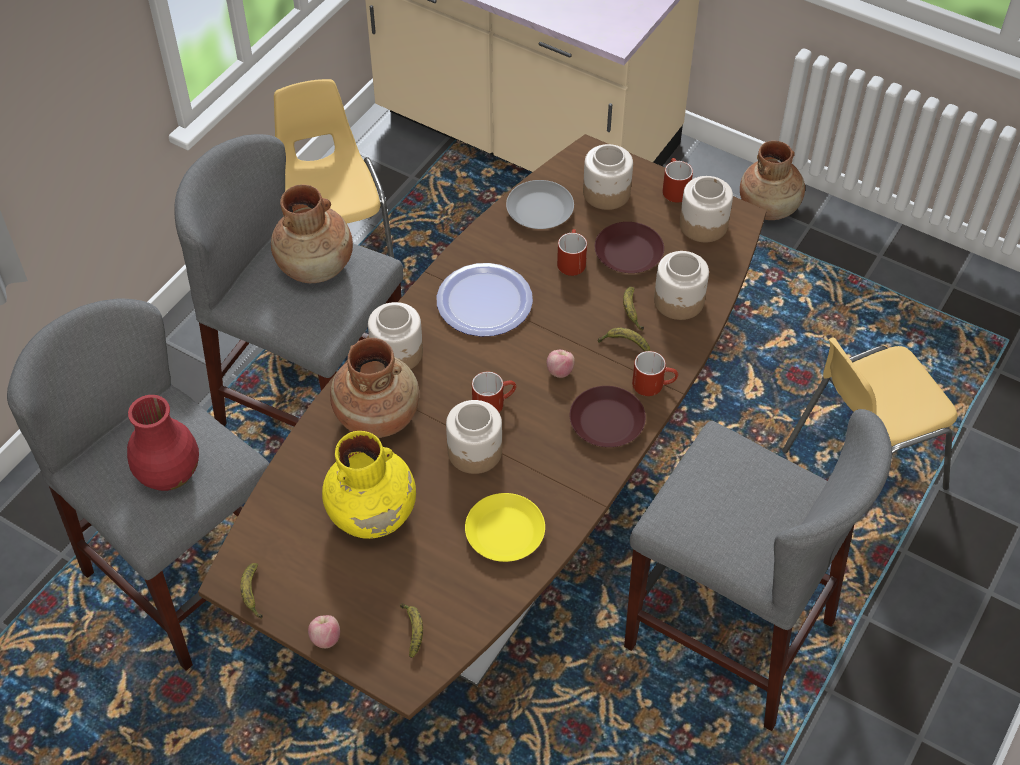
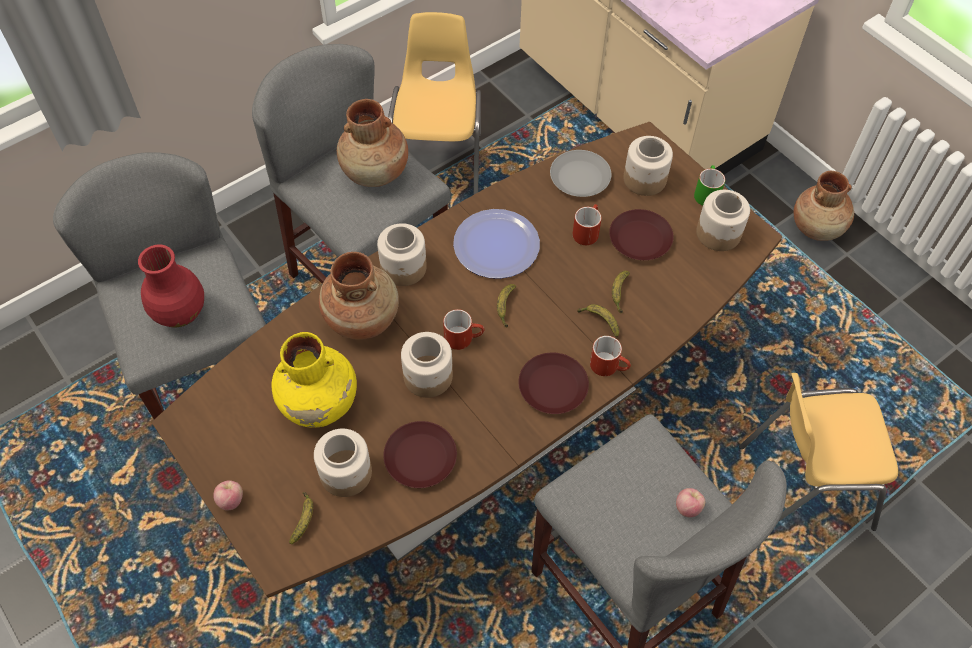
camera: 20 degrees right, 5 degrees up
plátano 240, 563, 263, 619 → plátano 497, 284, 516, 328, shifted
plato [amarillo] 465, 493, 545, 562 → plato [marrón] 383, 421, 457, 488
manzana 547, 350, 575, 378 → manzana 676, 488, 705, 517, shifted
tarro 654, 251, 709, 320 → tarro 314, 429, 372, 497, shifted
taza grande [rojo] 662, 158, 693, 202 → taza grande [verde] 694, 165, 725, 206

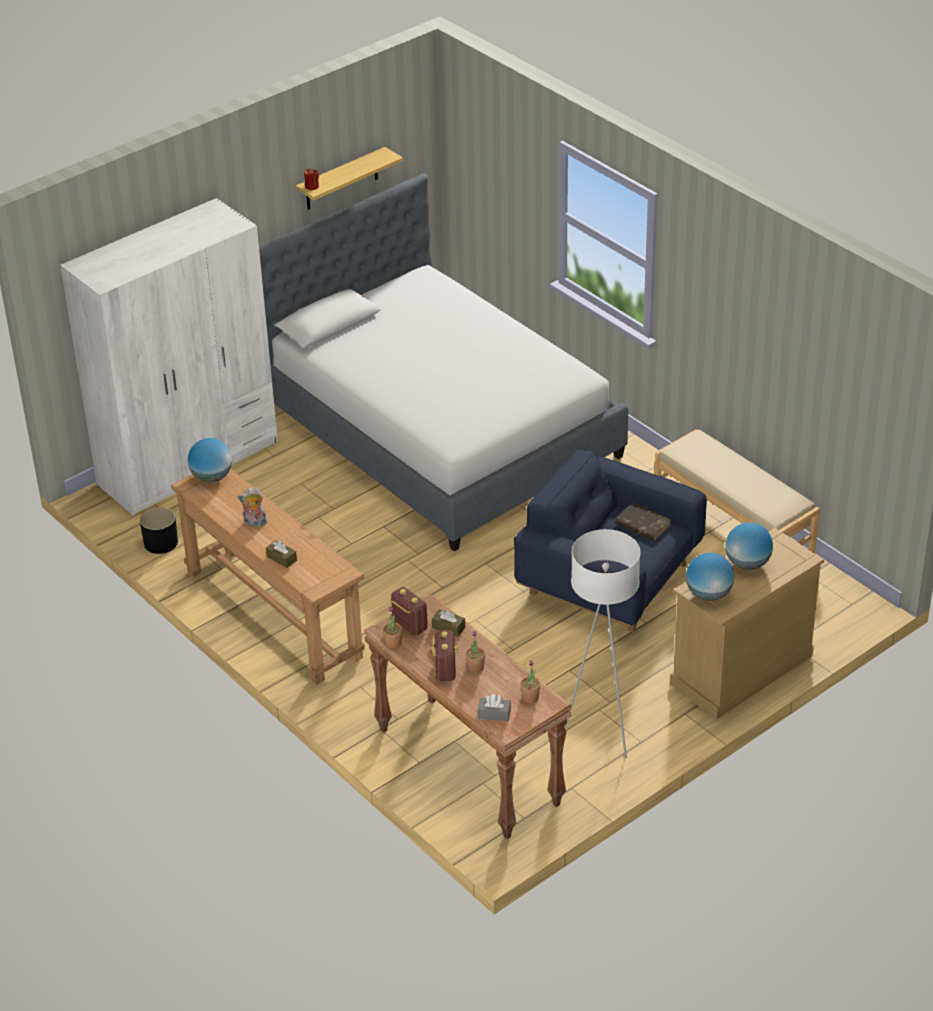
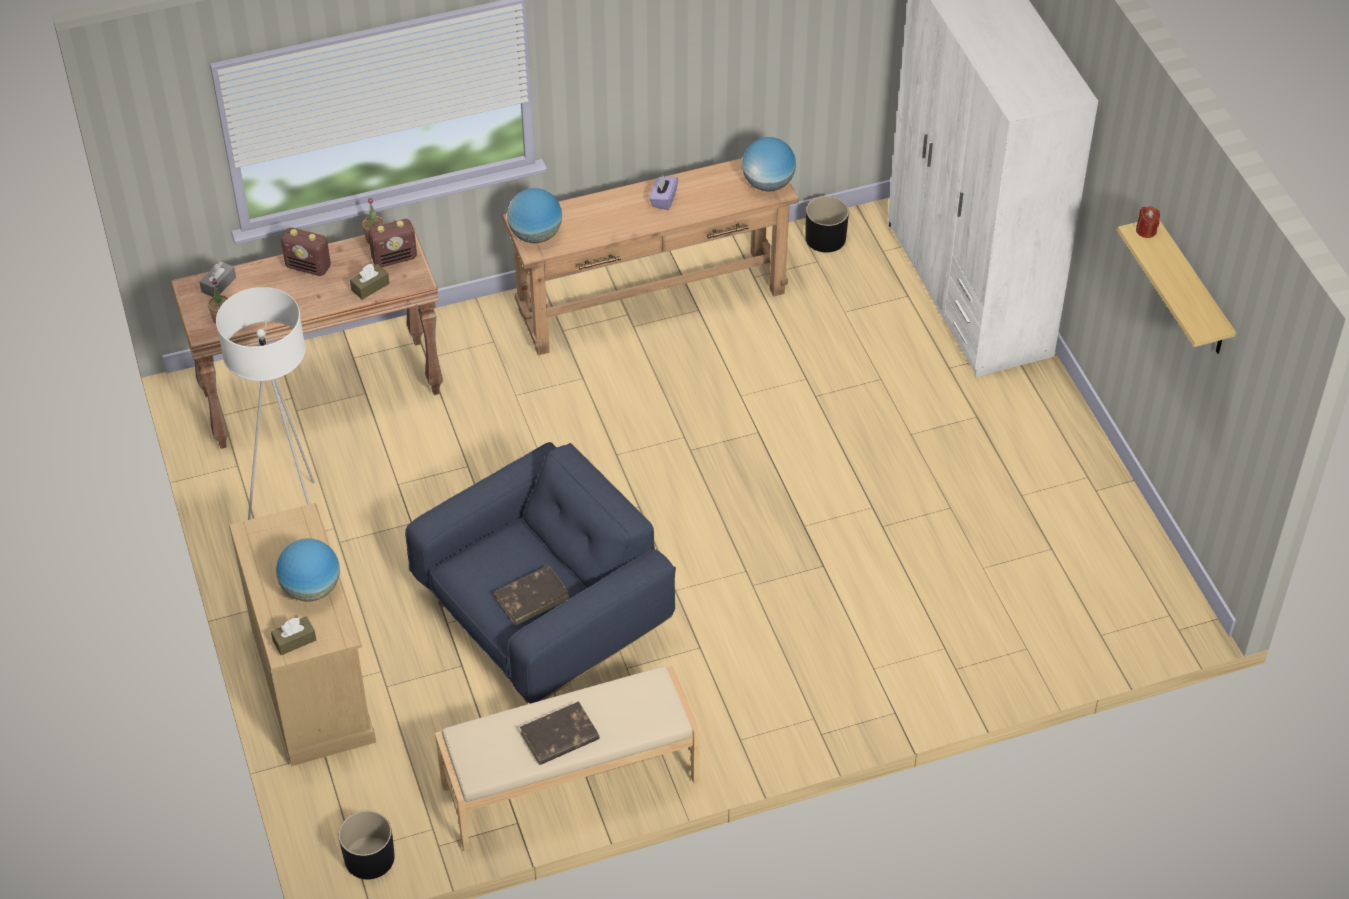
camera: 110 degrees right, 10 degrees up
peluche 237, 488, 267, 527 → caja de pañuelos [morado] 650, 175, 678, 210
cama 259, 173, 628, 551 → -
caja de pañuelos [marrón] 266, 540, 297, 568 → caja de pañuelos [marrón] 271, 616, 316, 655, shifted
planta en maceta 465, 631, 485, 673 → -
globo terráqueo 686, 553, 734, 601 → globo terráqueo 507, 188, 562, 244, shifted
- → maceta [negro] 339, 810, 395, 880
- → libro [marrón] 520, 701, 600, 765

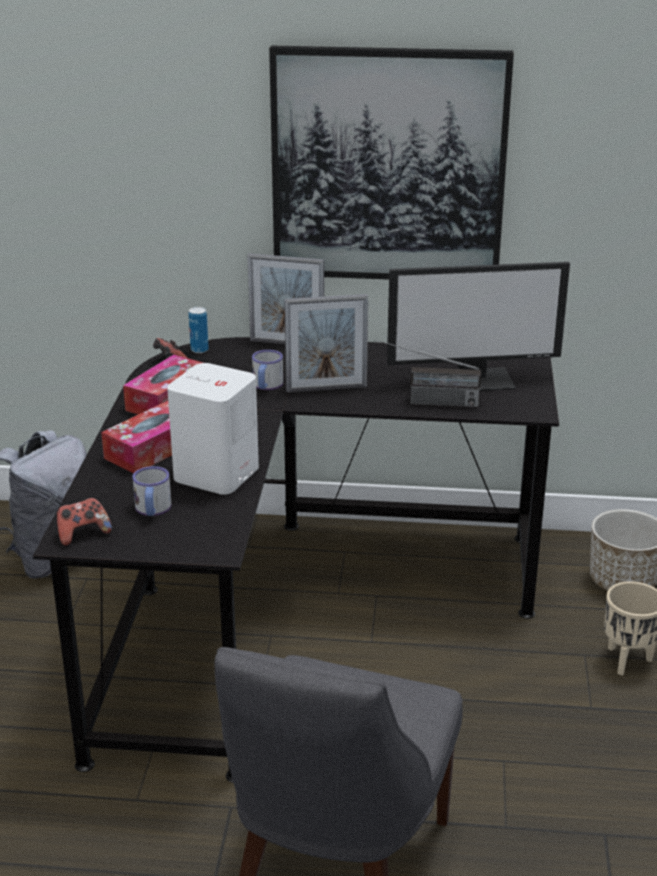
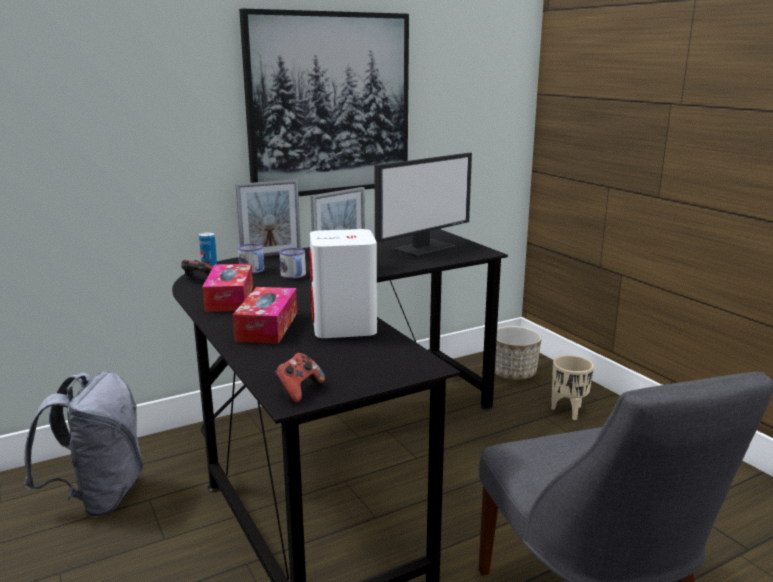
camera: 35 degrees left, 10 degrees down
taza grande 132, 466, 171, 516 → taza grande 238, 244, 264, 274, shifted
radio 375, 339, 481, 408 → -

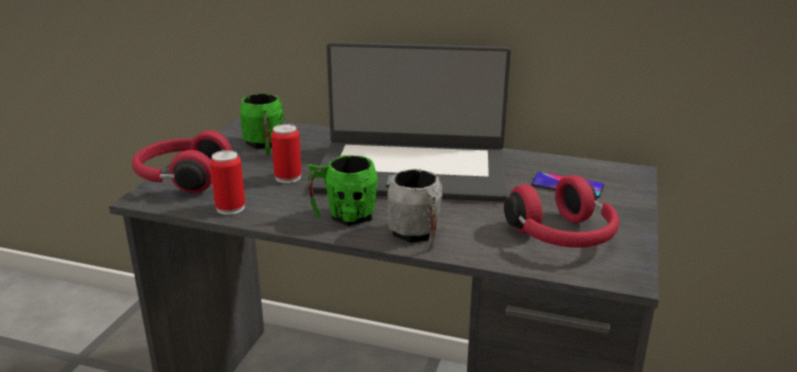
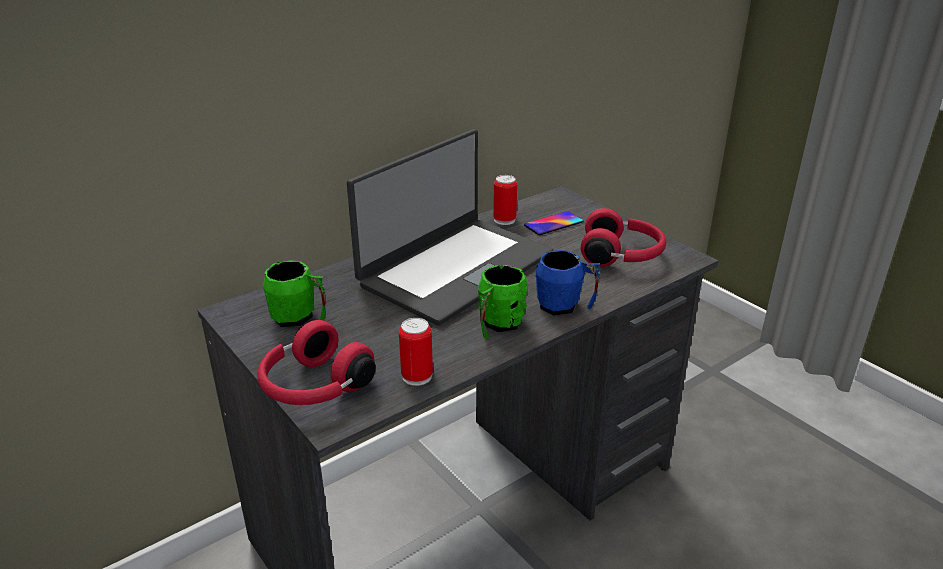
camera: 55 degrees left, 5 degrees up
lata 271, 124, 302, 183 → lata 493, 175, 517, 225, shifted
taza grande [gris] 387, 169, 443, 250 → taza grande [azul] 536, 250, 600, 315

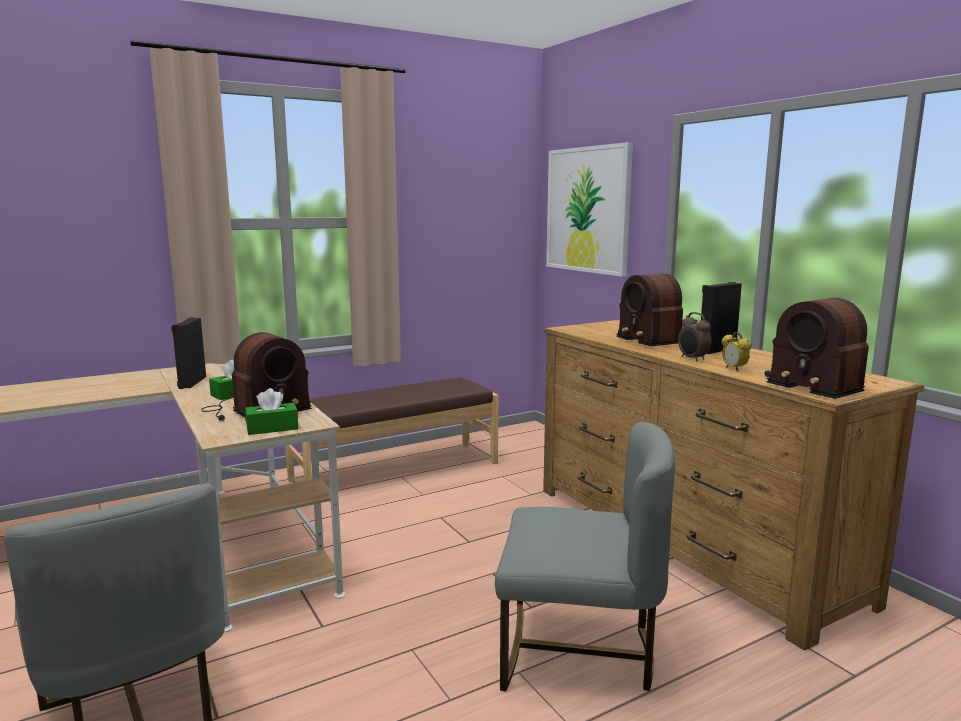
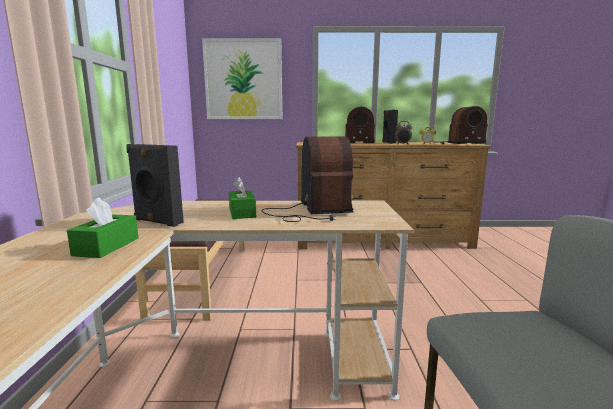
camera: 60 degrees left, 0 degrees up
caja de pañuelos [verde] 245, 388, 299, 435 → caja de pañuelos [verde] 67, 198, 138, 258, shifted
silla [gris] 495, 422, 675, 692 → -

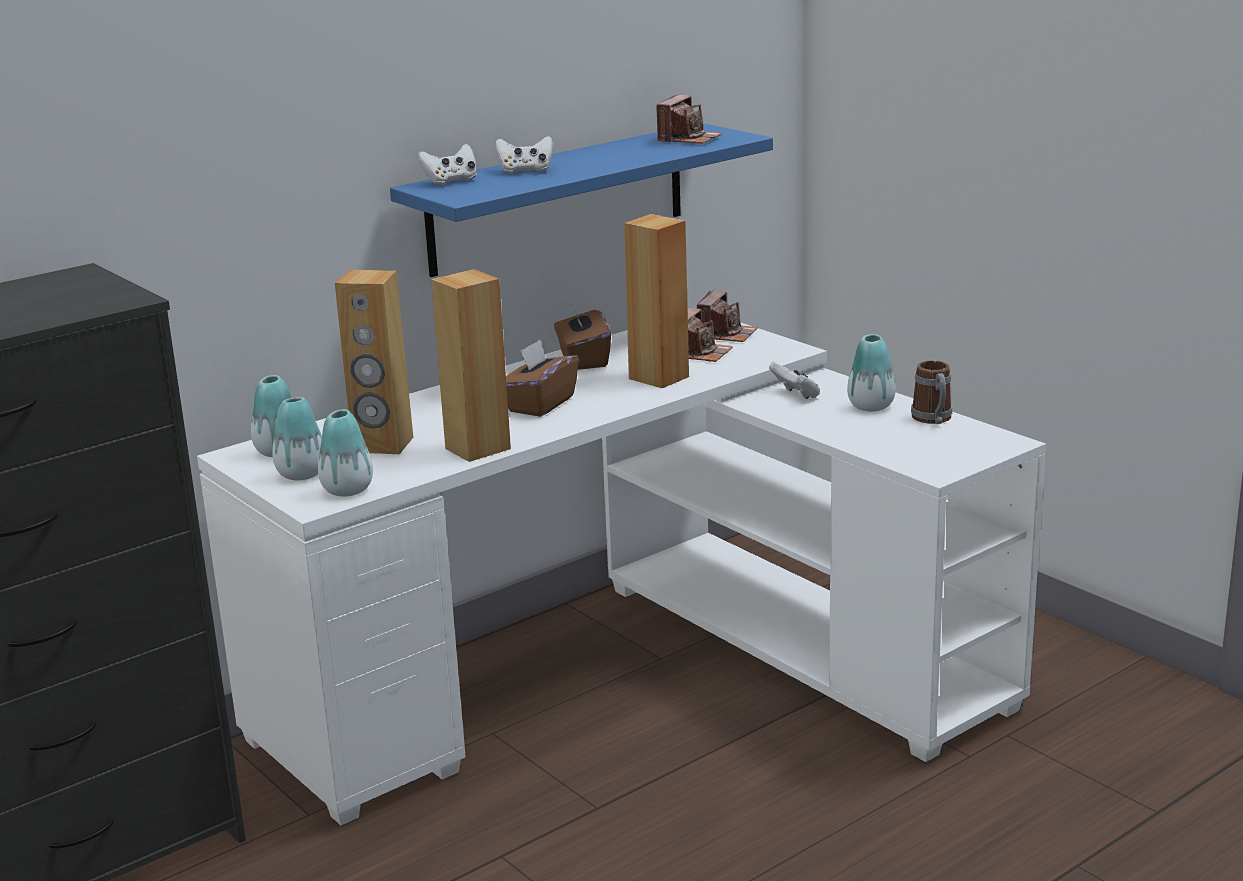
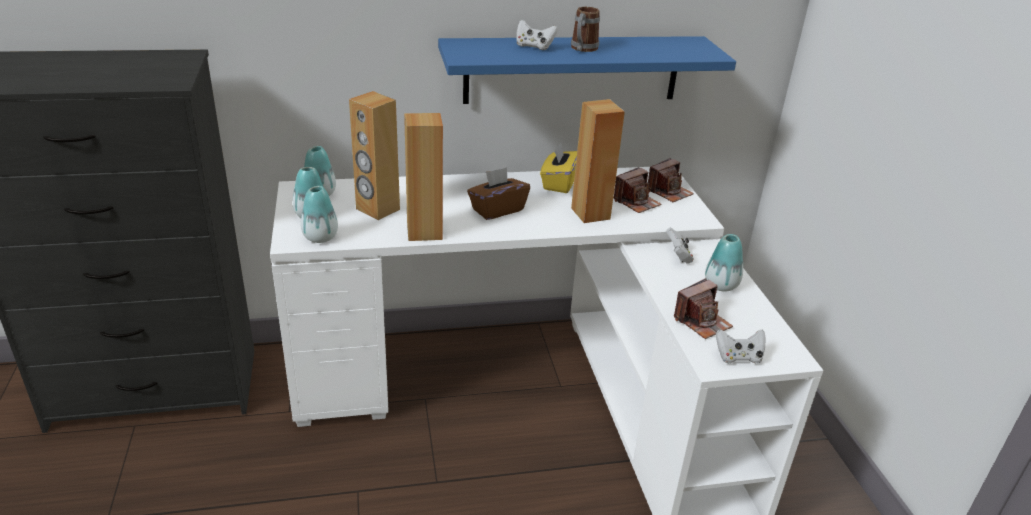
camera: 25 degrees right, 10 degrees up
mando de consola [blanco] 417, 144, 477, 185 → mando de consola [blanco] 716, 329, 766, 364, shifted
caja de pañuelos [marrón] 554, 301, 611, 370 → caja de pañuelos [amarillo] 540, 143, 577, 193
cámara 656, 95, 722, 144 → cámara 674, 278, 733, 339, shifted
taza grande 911, 360, 952, 424 → taza grande 571, 7, 600, 52, shifted

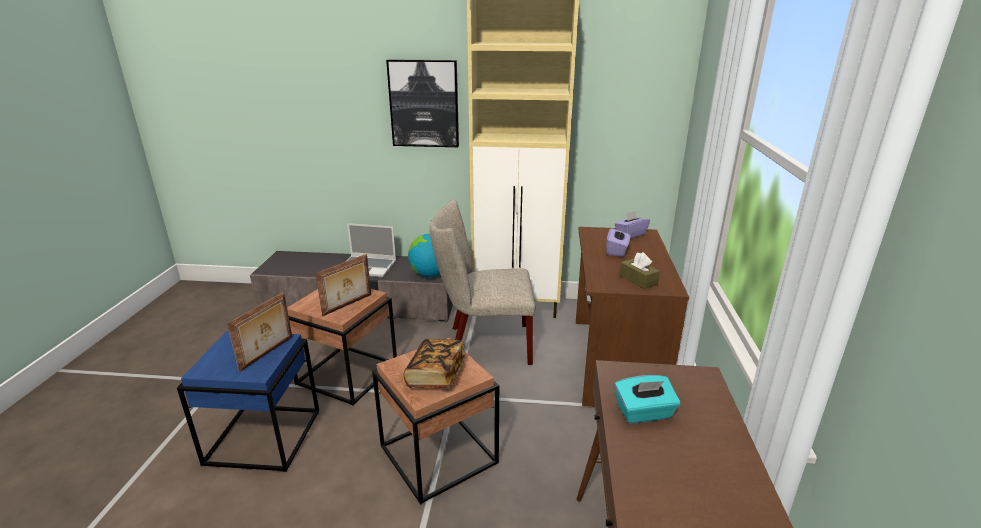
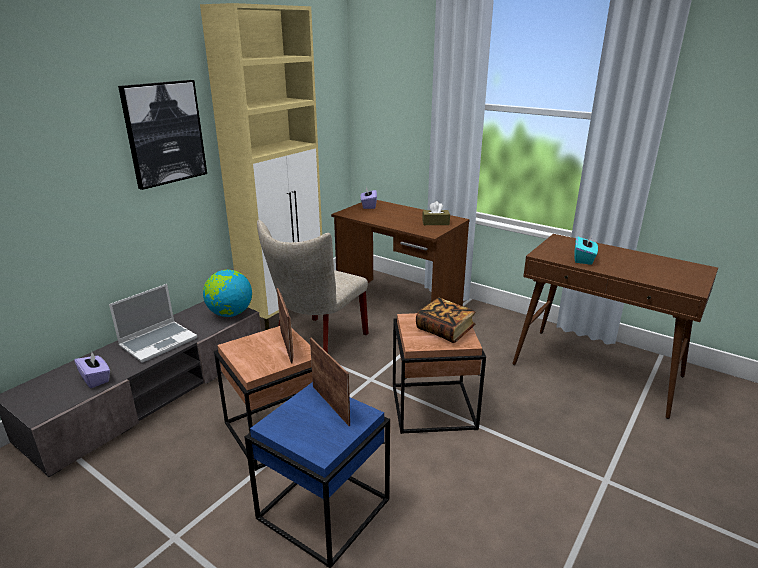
camera: 60 degrees left, 0 degrees up
caja de pañuelos [morado] 607, 227, 630, 257 → caja de pañuelos [morado] 74, 351, 110, 388, shifted

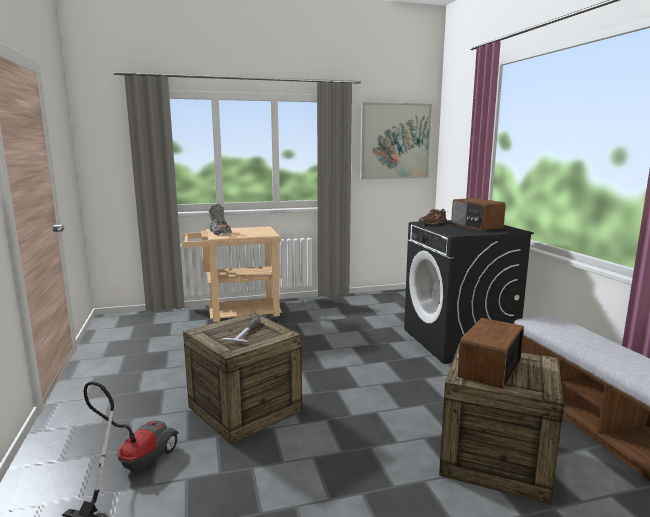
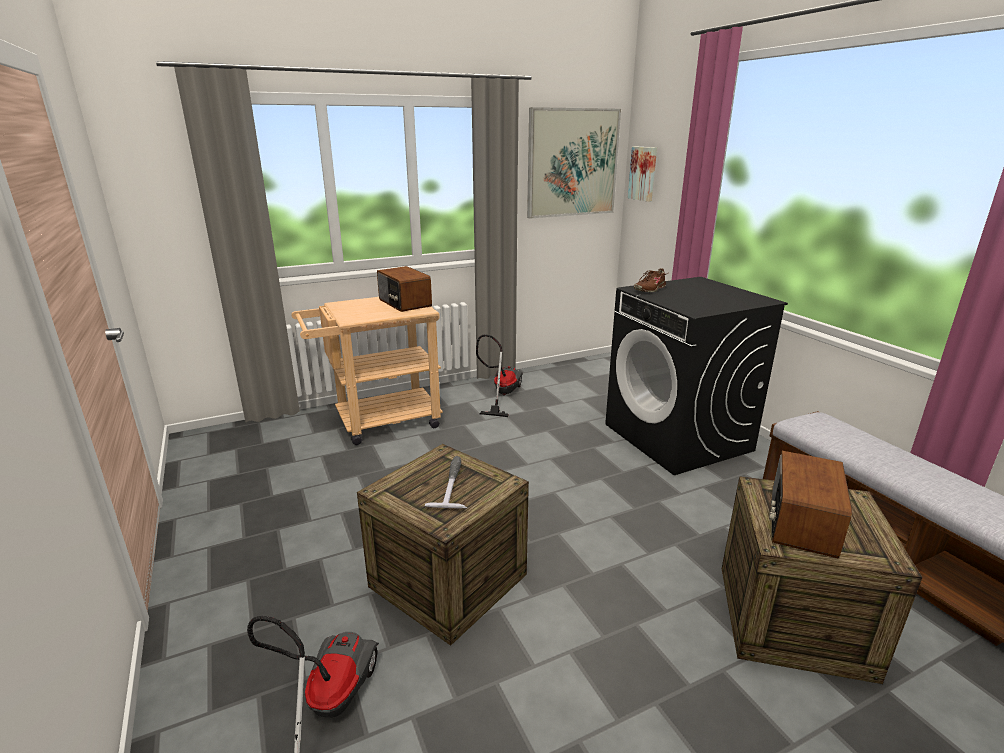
camera: 10 degrees left, 10 degrees up
bota [gris] 209, 204, 232, 235 → -
radio 451, 198, 506, 230 → radio 377, 266, 432, 312, shifted
- → aspiradora 476, 335, 523, 417
- → cuadro 628, 146, 657, 202

